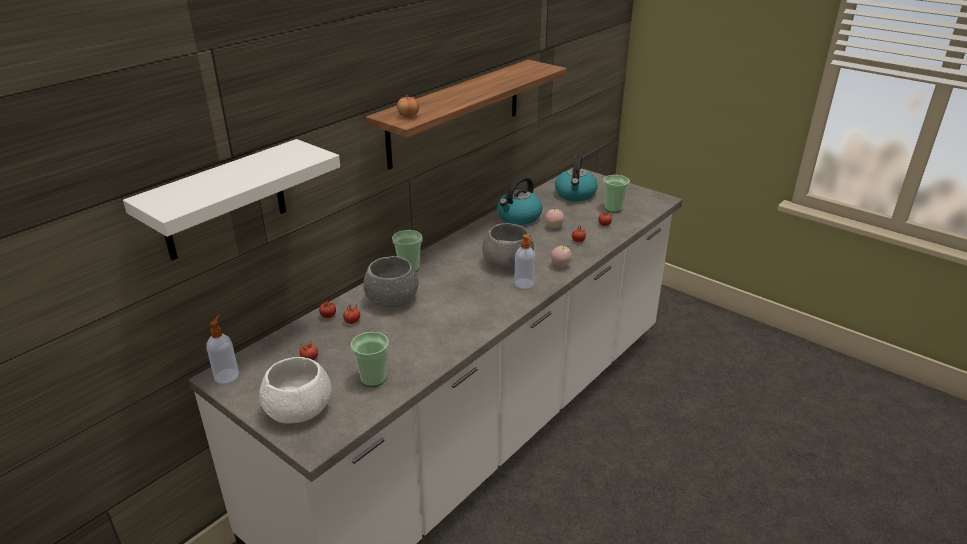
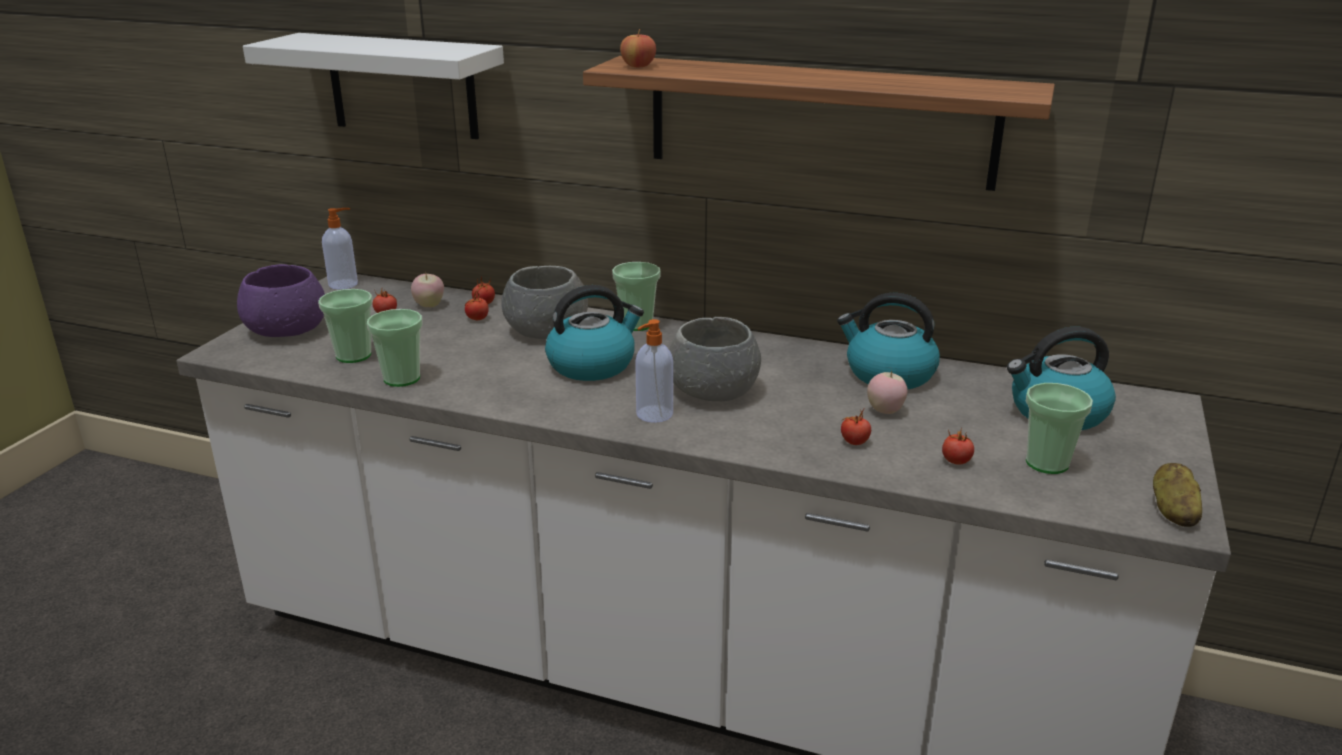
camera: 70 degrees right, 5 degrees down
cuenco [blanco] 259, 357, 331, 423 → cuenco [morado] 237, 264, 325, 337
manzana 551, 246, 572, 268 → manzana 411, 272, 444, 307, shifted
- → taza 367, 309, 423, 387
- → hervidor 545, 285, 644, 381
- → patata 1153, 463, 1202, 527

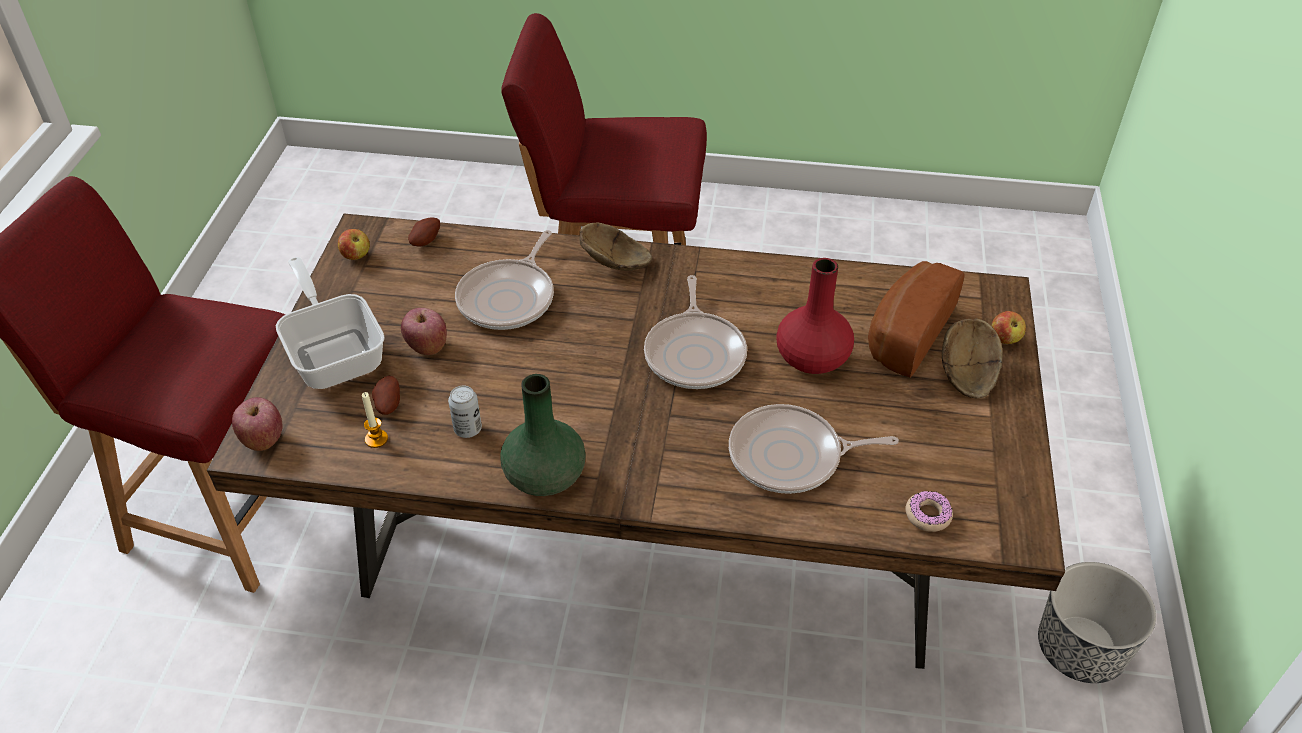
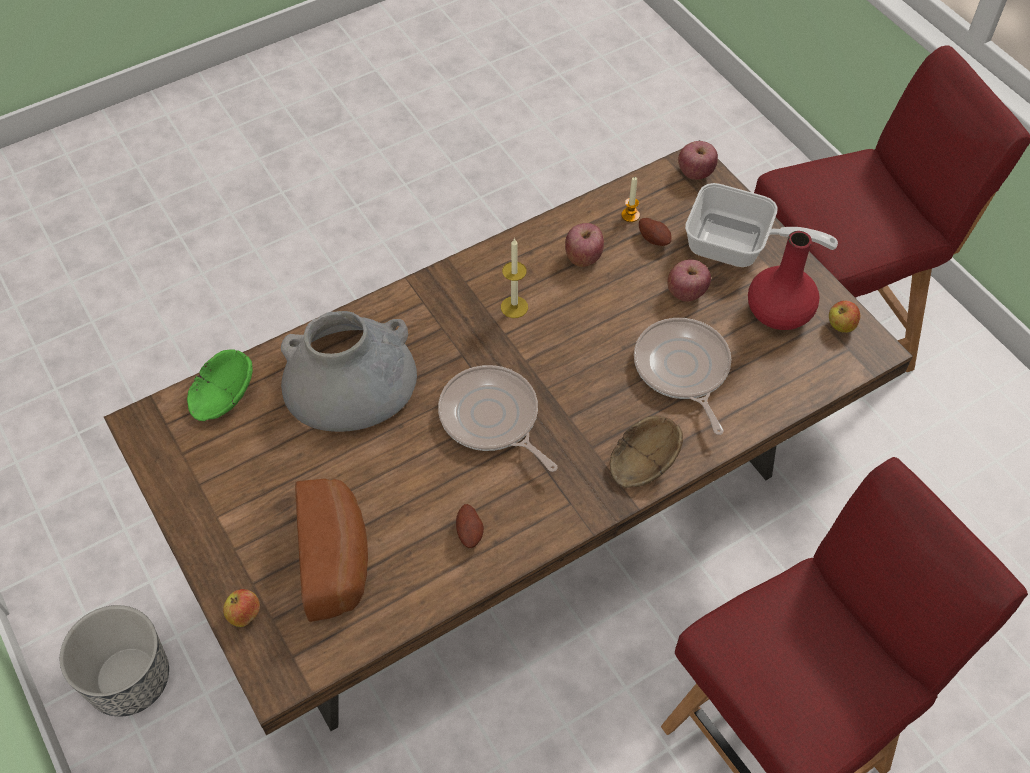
camera: 140 degrees right, 10 degrees up
patata 408, 217, 440, 246 → patata 456, 504, 484, 548, shifted
lata 448, 386, 482, 438 → manzana 565, 223, 604, 267
florero [verde] 500, 374, 586, 496 → -
sartén 729, 404, 899, 494 → florero [gris] 281, 311, 417, 432
florero [rojo] 776, 258, 854, 374 → florero [rojo] 748, 231, 820, 330, shifted
rosquilla 906, 491, 953, 532 → cuenco [verde] 187, 349, 253, 421
cuenco [marrón] 942, 318, 1003, 399 → -
- → vela 501, 238, 528, 318

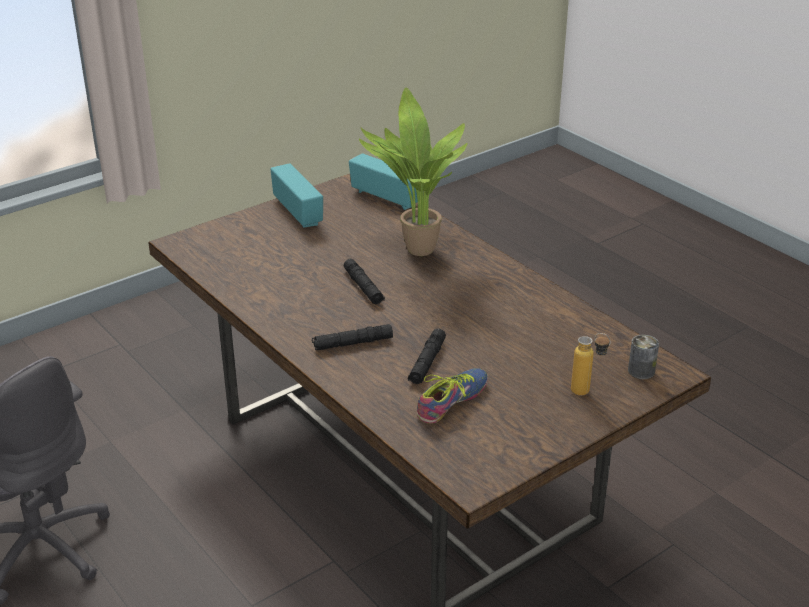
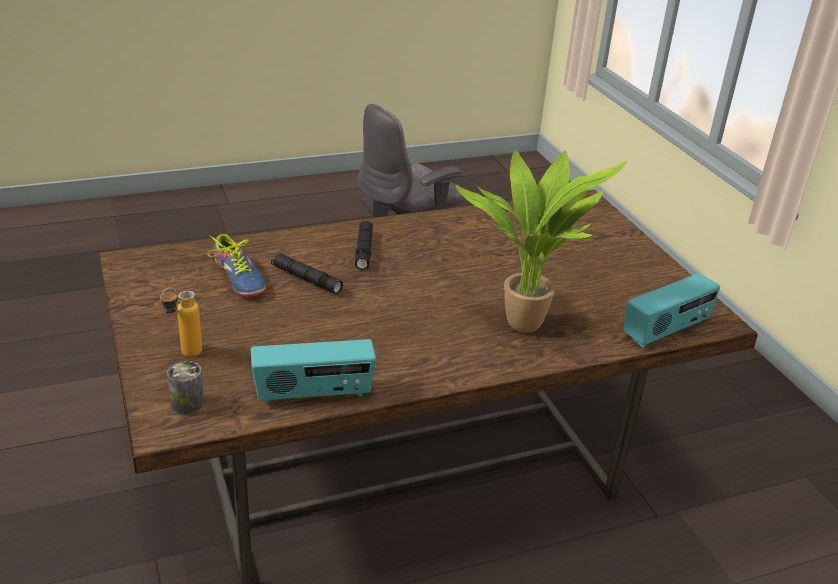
camera: 105 degrees right, 0 degrees up
radio 271, 163, 323, 228 → radio 251, 339, 376, 404, shifted
linterna [negro] 344, 259, 385, 304 → -

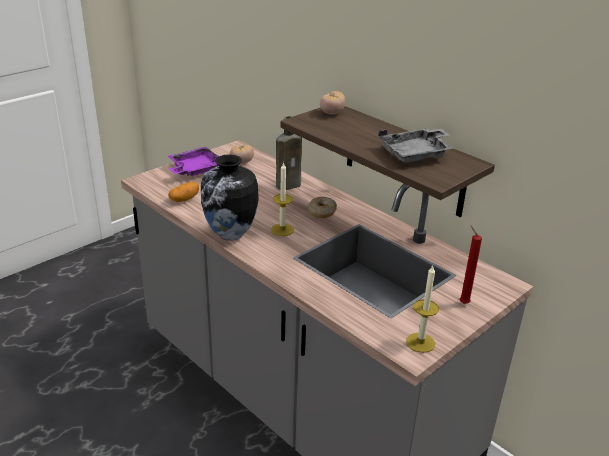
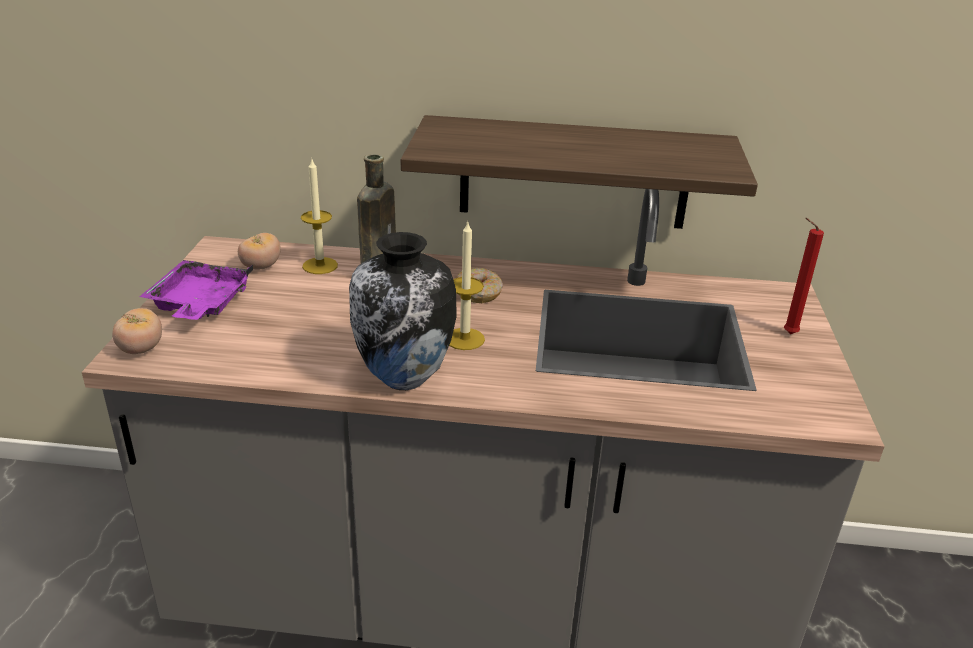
camera: 40 degrees left, 0 degrees up
patata 168, 182, 199, 202 → -
tomate 320, 91, 346, 115 → tomate 112, 308, 162, 354, shifted
bandeja [gris] 378, 128, 454, 162 → -
vela 406, 266, 439, 353 → vela 301, 159, 338, 274, shifted

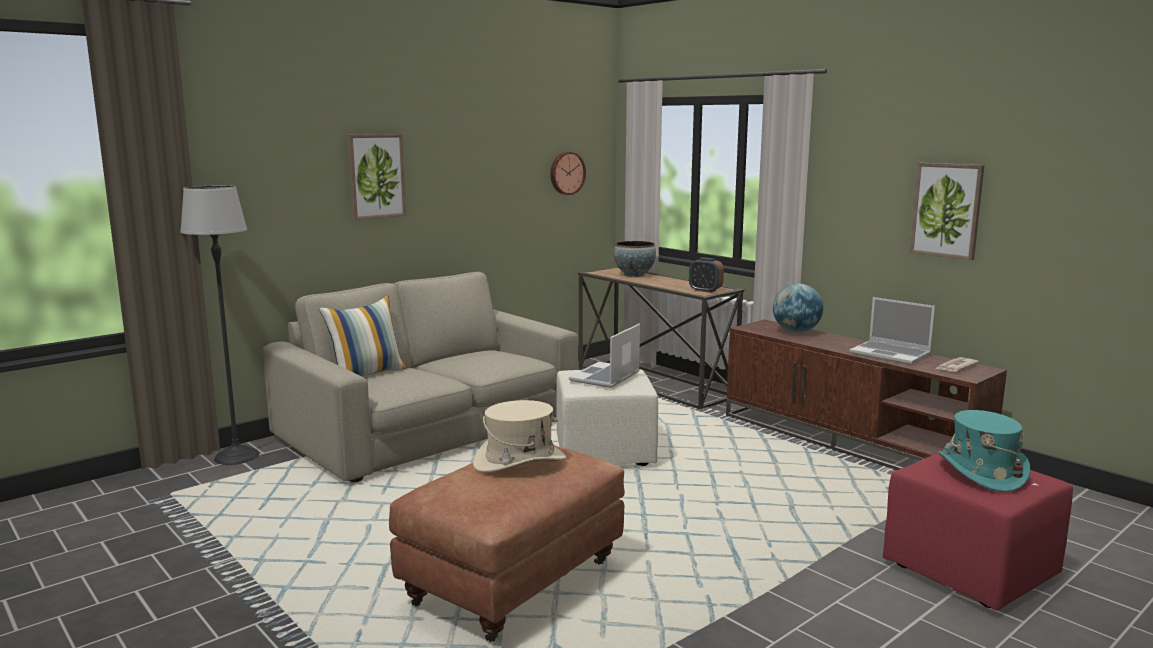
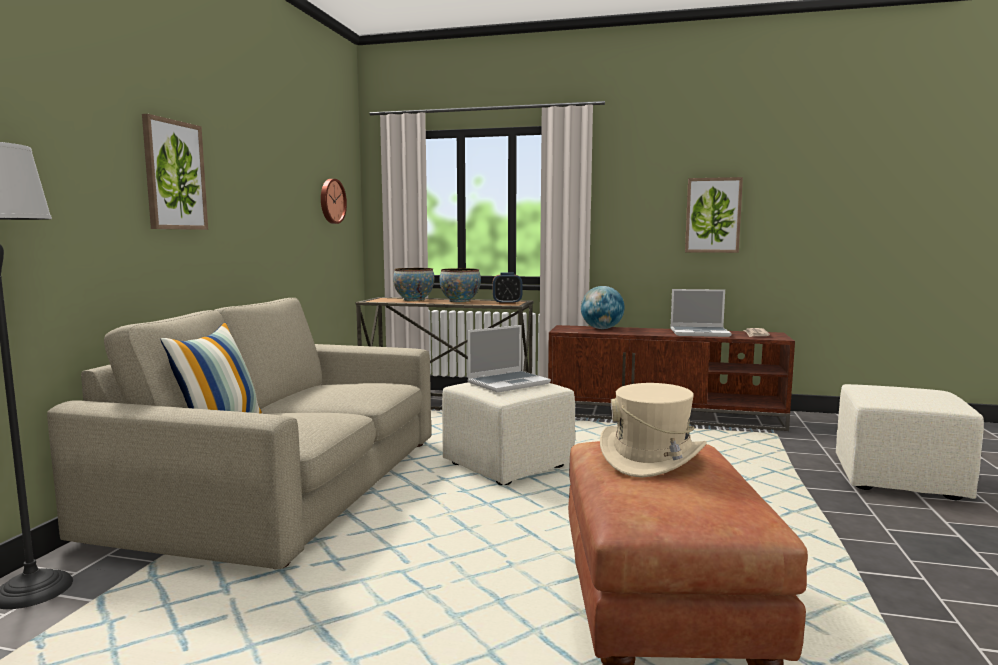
camera: 35 degrees left, 5 degrees down
portátil 569, 324, 640, 388 → portátil 467, 325, 551, 393, 120 degrees counterclockwise
puf [rojo] 883, 453, 1073, 610 → puf [beis] 836, 384, 984, 500
sombrero [turquesa] 938, 410, 1030, 492 → -
- → cuenco 439, 268, 481, 303

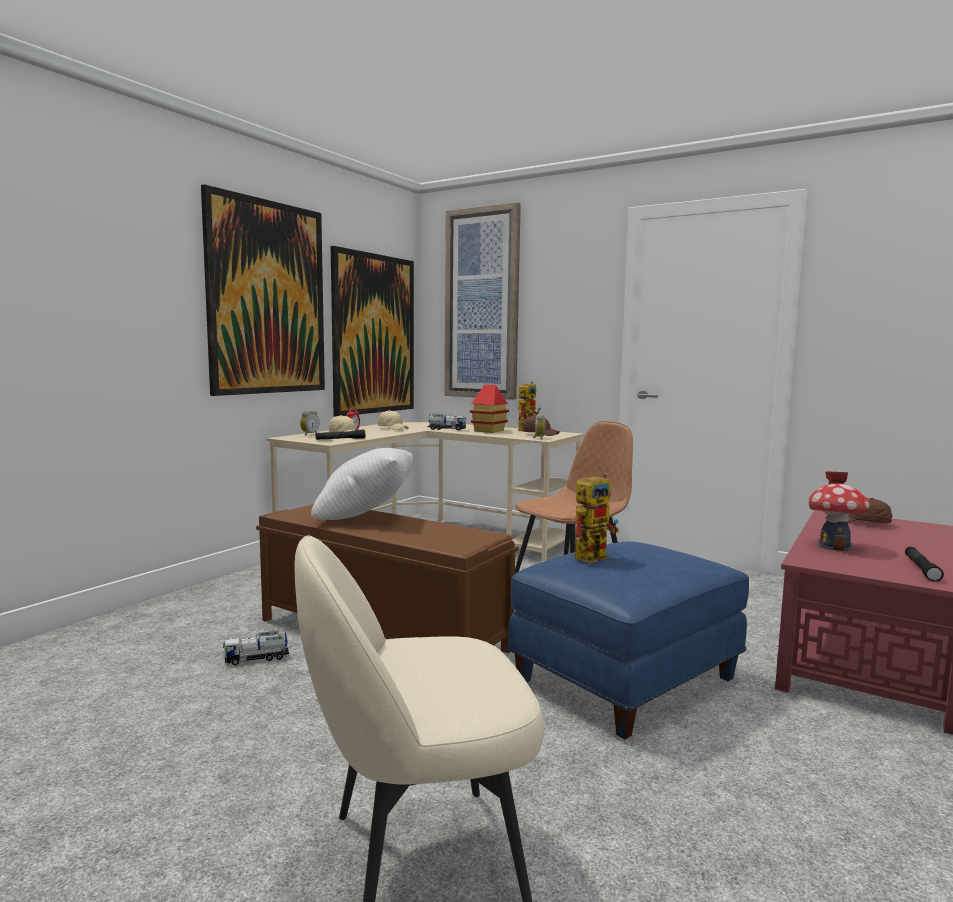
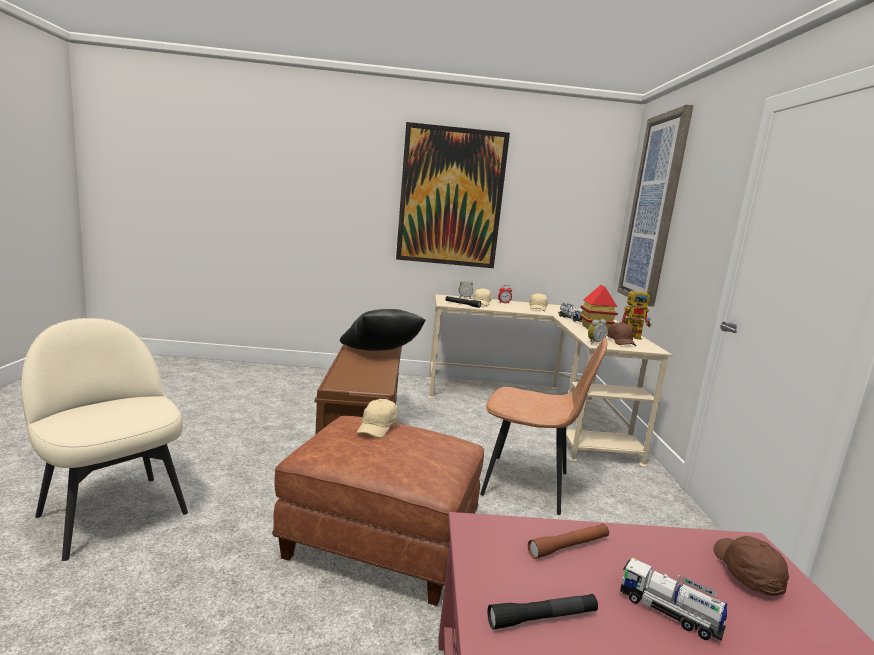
camera: 55 degrees right, 5 degrees up
camión de juguete 223, 631, 289, 665 → camión de juguete 620, 558, 728, 641, shifted
cojín [blanco] 311, 448, 413, 520 → cojín [negro] 340, 309, 426, 351
cuadro 331, 246, 414, 417 → -
puf [azul] 507, 541, 749, 739 → puf [marrón] 272, 416, 484, 606
robot de juguete 574, 473, 619, 563 → gorra [beis] 357, 399, 398, 438
casita 808, 471, 871, 551 → linterna [marrón] 528, 524, 609, 559

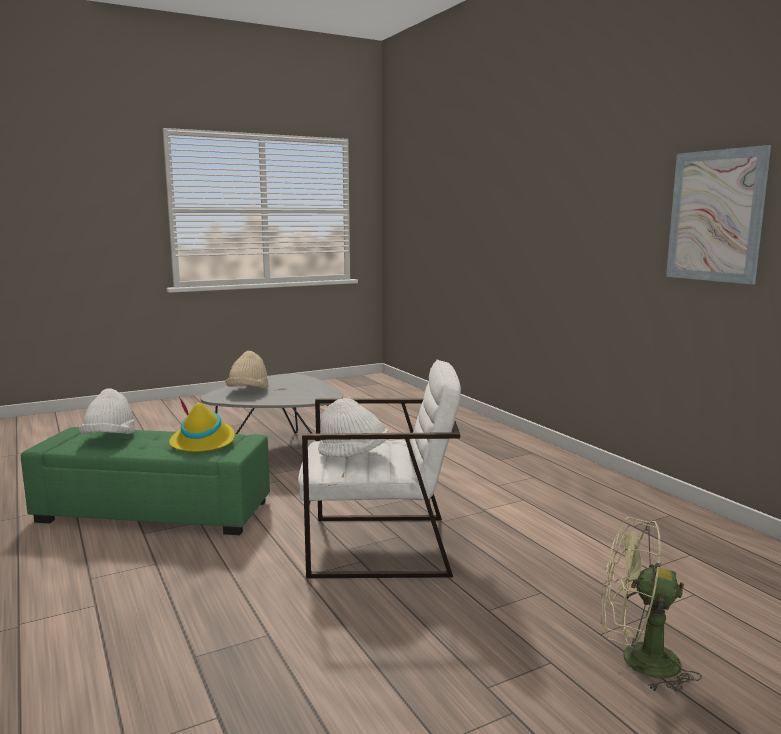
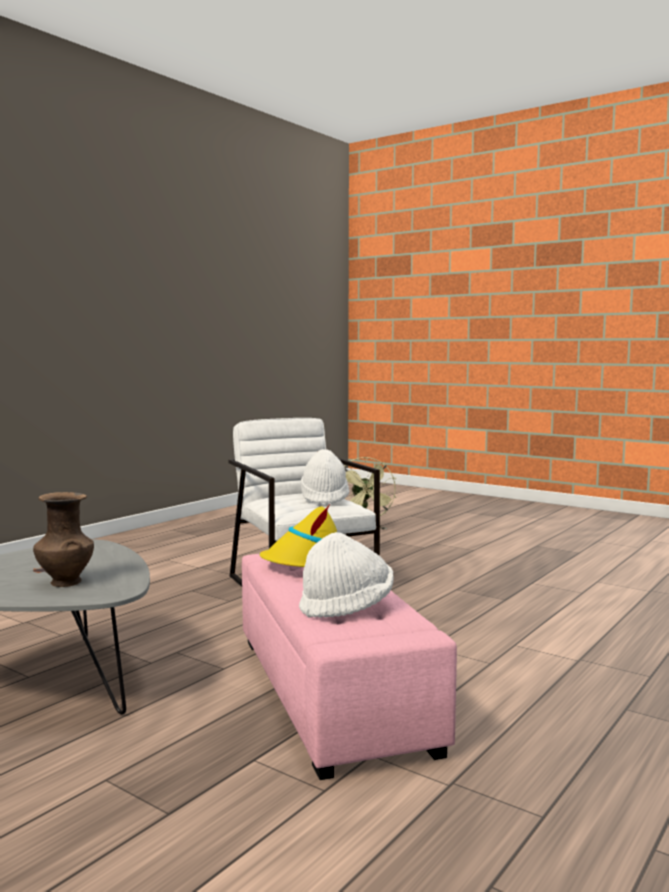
camera: 115 degrees left, 5 degrees down
puf [verde] 21, 427, 270, 535 → puf [rosa] 242, 554, 457, 780
sombrero [beis] 225, 351, 269, 388 → florero [marrón] 33, 492, 94, 587
cuadro 666, 145, 771, 284 → -

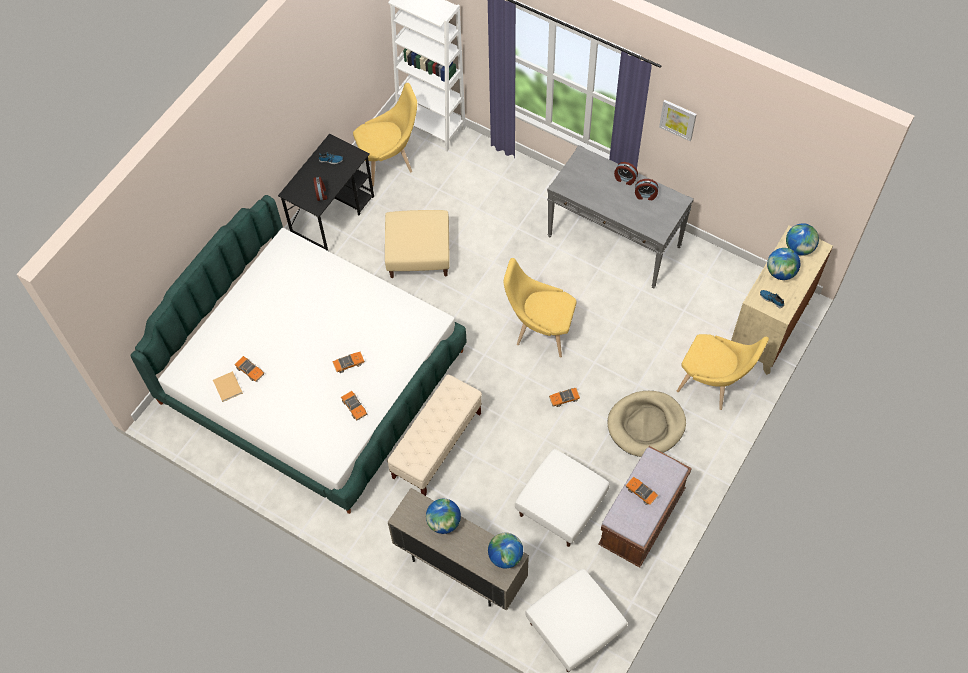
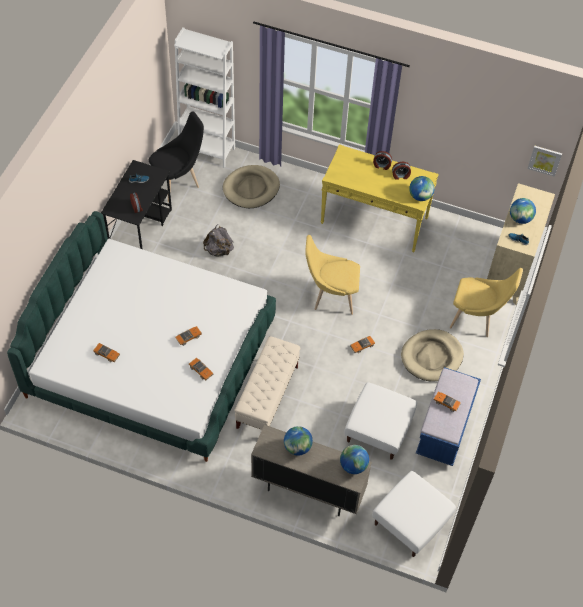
camera: 15 degrees left, 5 degrees down
libro [beis] 213, 371, 243, 402 → -
silla [amarillo] 353, 83, 417, 186 → silla [negro] 149, 111, 204, 202
puf [beis] 385, 210, 450, 278 → mochila [gris] 203, 224, 234, 256
mesa consola [gris] 547, 145, 694, 289 → mesa consola [amarillo] 321, 144, 439, 252
banco [marrón] 598, 446, 692, 568 → banco [azul] 416, 367, 481, 466
cuadro 659, 100, 697, 141 → cuadro 527, 146, 562, 177, shifted
globo terráqueo 786, 223, 819, 256 → globo terráqueo 409, 176, 434, 201, shifted
- → cama para perro [beis] 223, 165, 280, 208

